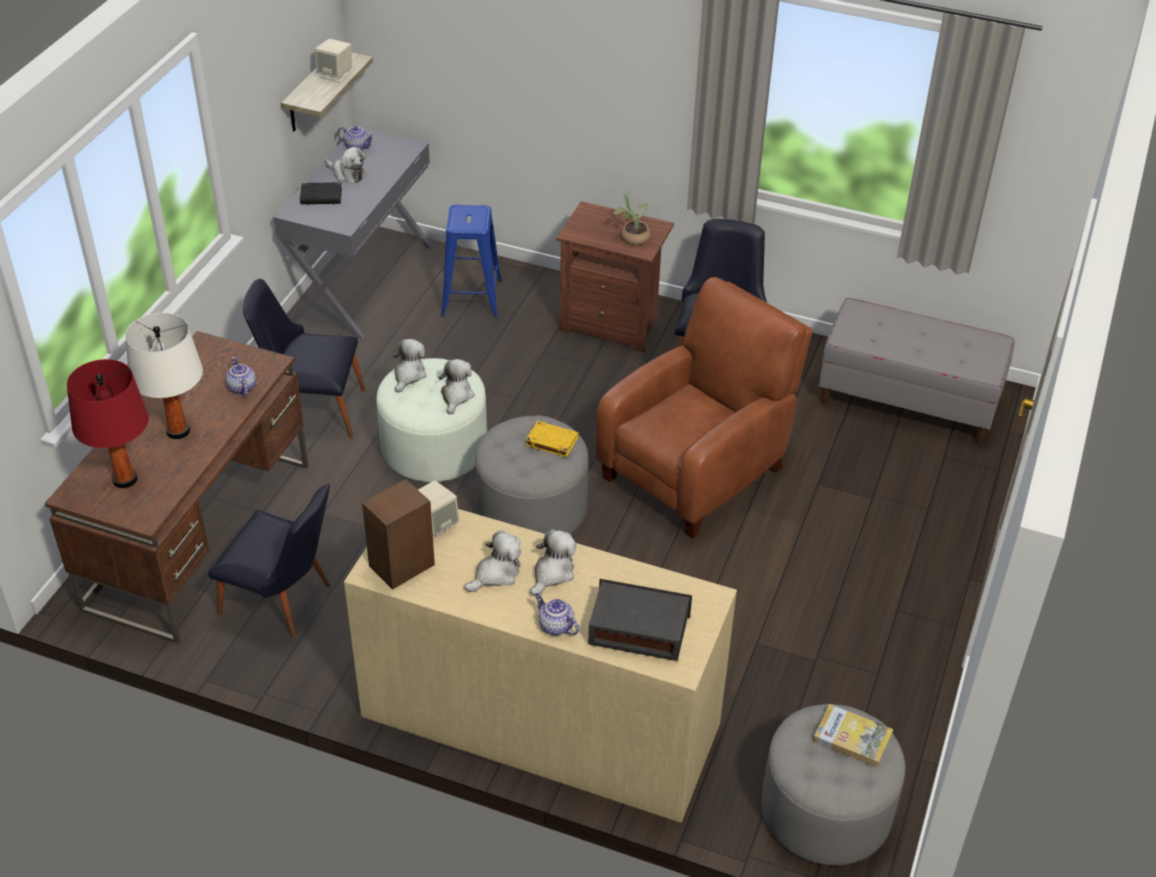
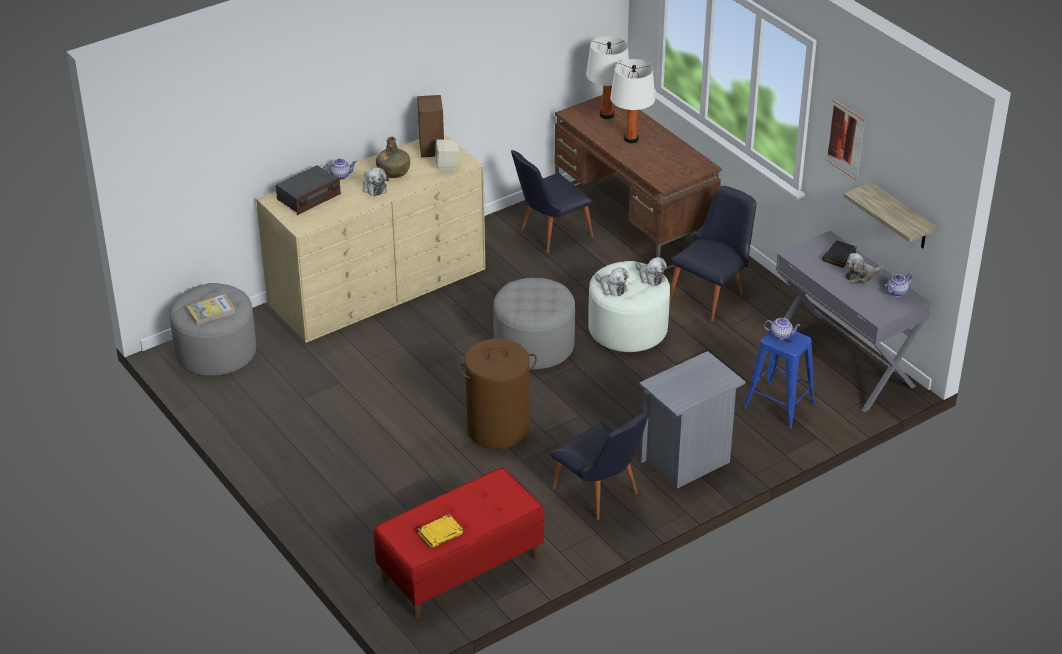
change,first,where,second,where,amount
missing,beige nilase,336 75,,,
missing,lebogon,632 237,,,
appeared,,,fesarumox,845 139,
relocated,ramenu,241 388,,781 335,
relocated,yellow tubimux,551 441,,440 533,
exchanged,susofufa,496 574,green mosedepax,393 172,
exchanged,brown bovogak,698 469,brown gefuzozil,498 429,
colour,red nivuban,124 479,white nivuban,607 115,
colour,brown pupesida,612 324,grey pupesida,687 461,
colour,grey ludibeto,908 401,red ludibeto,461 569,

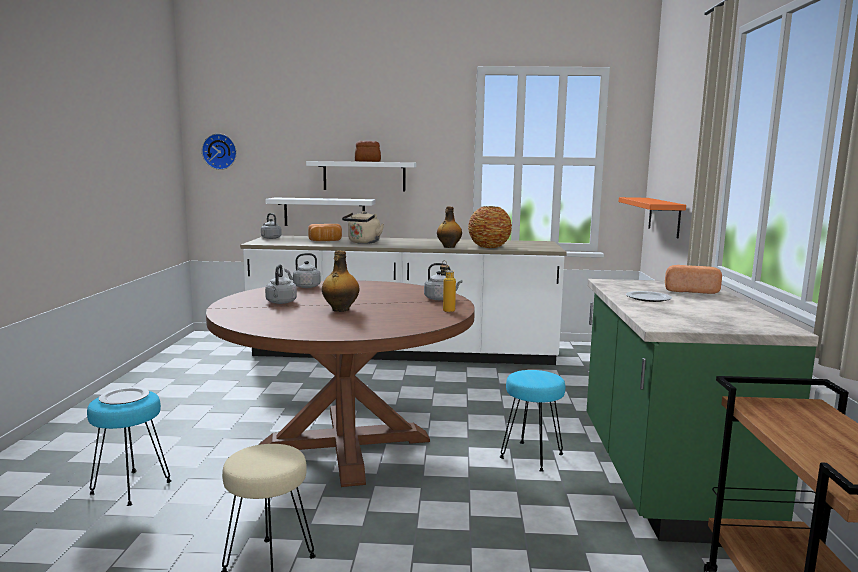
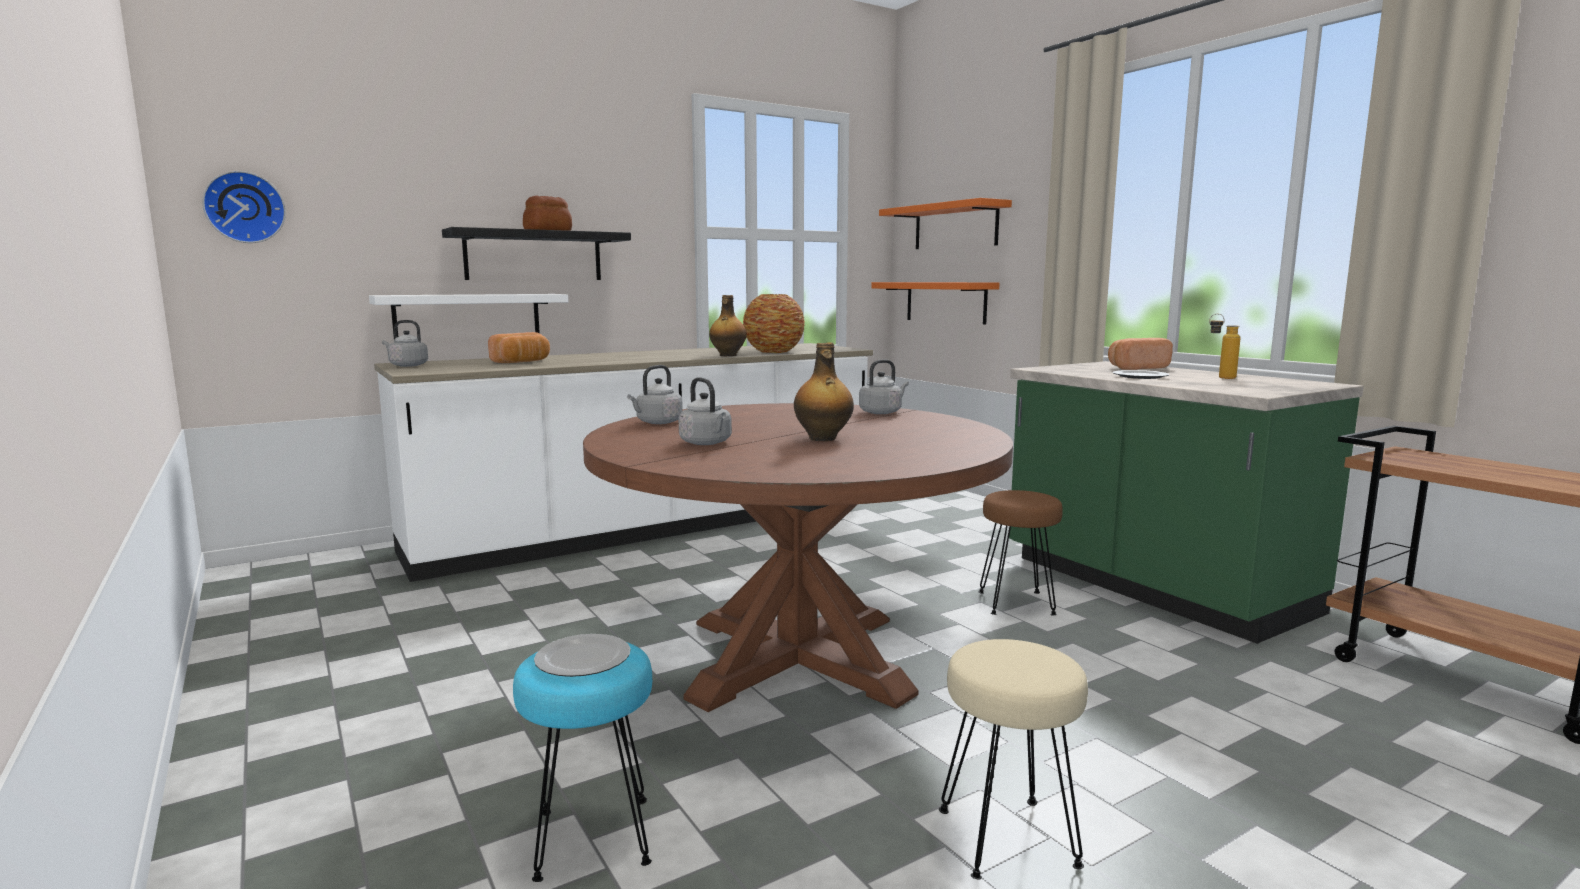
change,first,where,second,where,amount
missing,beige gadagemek,363 242,,,
appeared,,,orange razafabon,955 226,
relocated,mosedepax,446 310,,1219 377,
colour,white razafabon,364 176,black razafabon,534 256,
colour,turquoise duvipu,532 456,brown duvipu,1017 603,

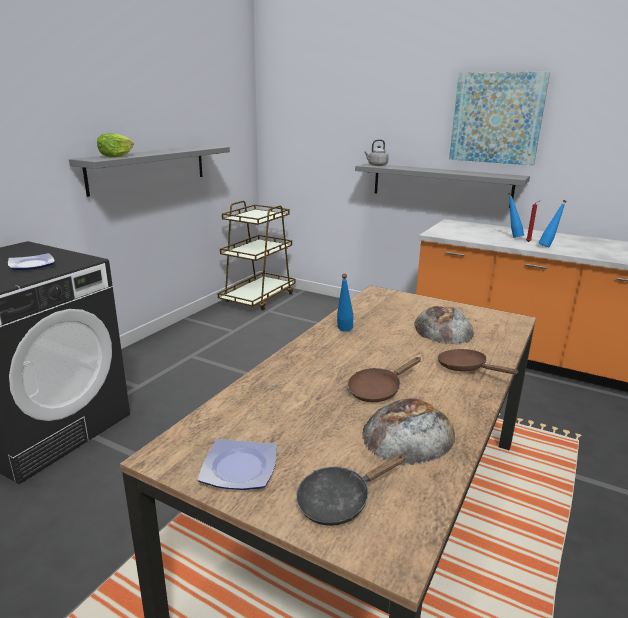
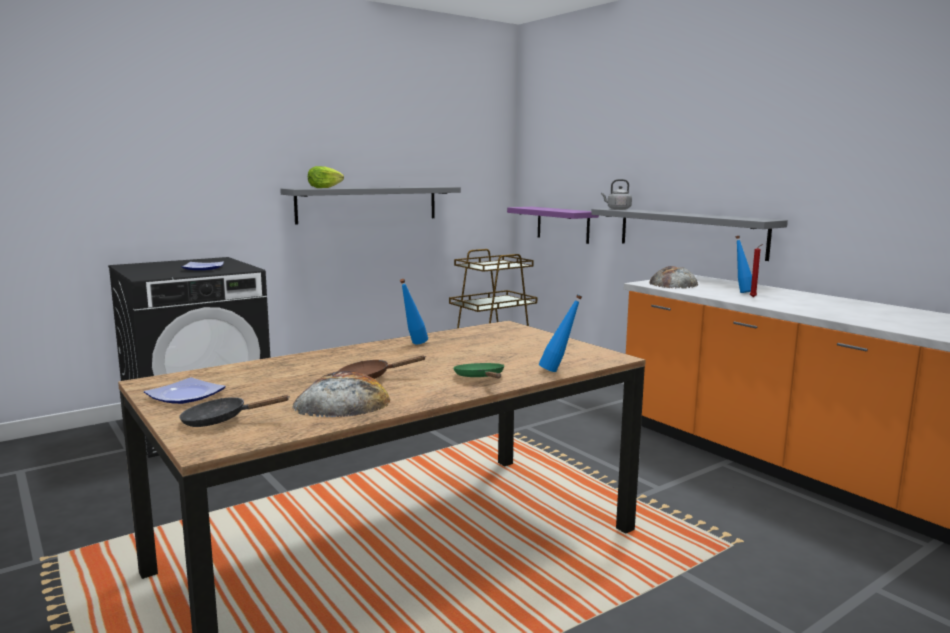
change,first,where,second,where,amount
missing,fesarumox,497 118,,,
appeared,,,purple razafabon,563 224,
relocated,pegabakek,442 329,,673 283,
relocated,blue mosedepax,548 246,,558 371,
colour,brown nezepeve,466 368,green nezepeve,481 378,

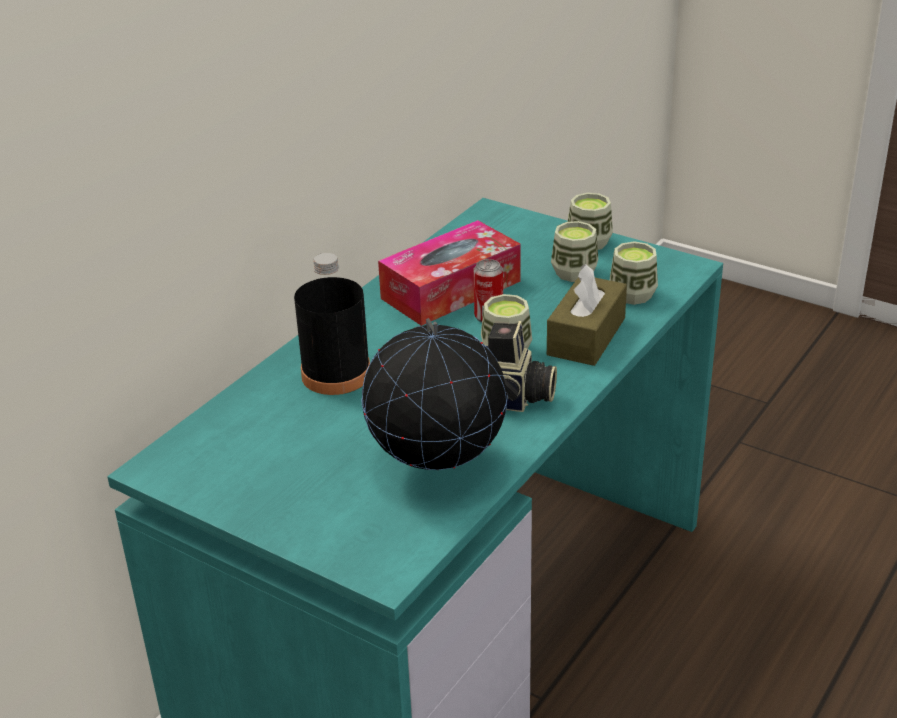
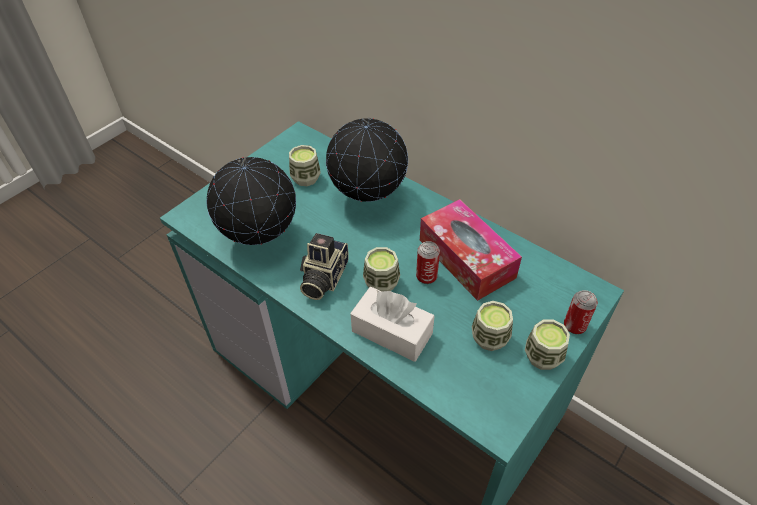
change,first,where,second,where,amount
appeared,,,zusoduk,574 326,
relocated,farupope,632 294,,305 178,
exchanged,black mosedepax,336 374,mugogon,368 198,
colour,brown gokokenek,586 336,white gokokenek,392 332,

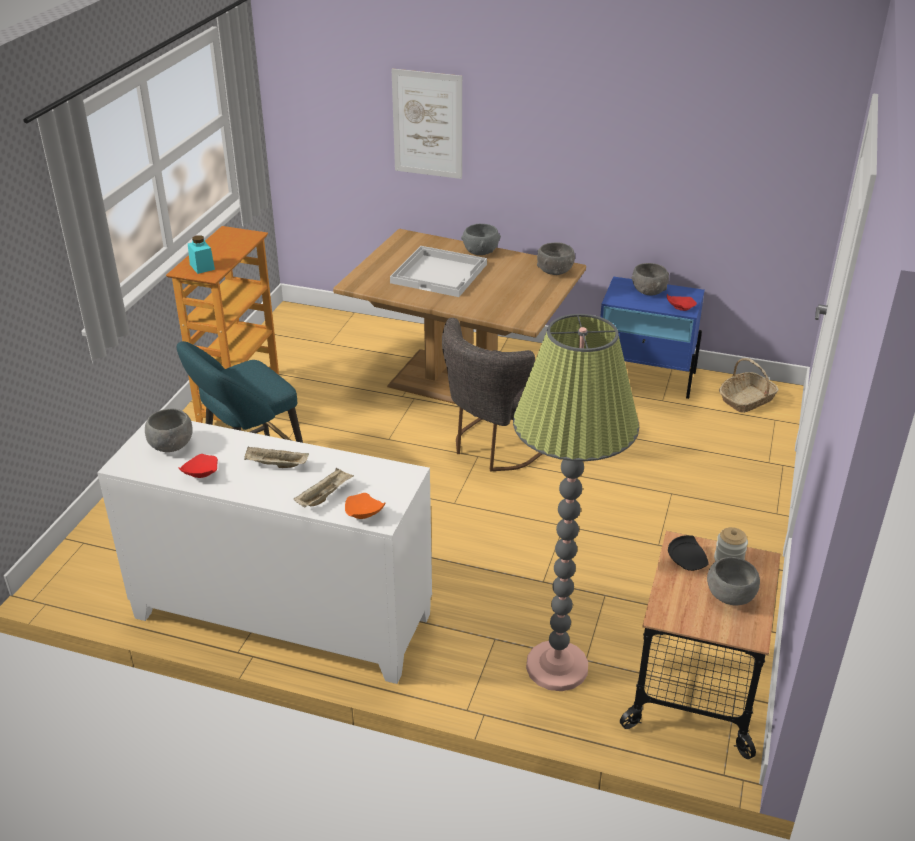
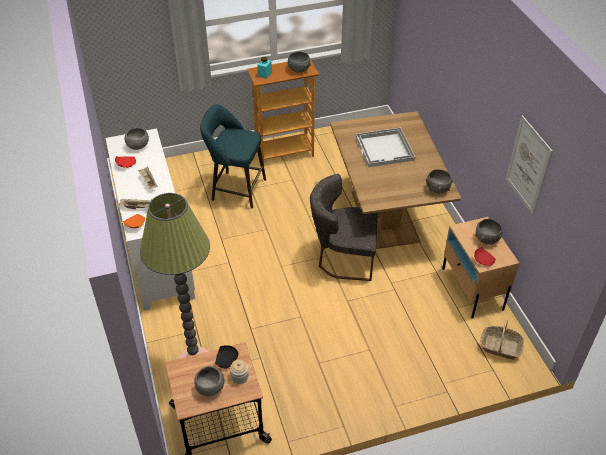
change,first,where,second,where,amount
relocated,fesarumox,427 124,,528 165,
relocated,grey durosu,480 251,,299 69,
colour,blue pupesida,644 377,beige pupesida,472 289,

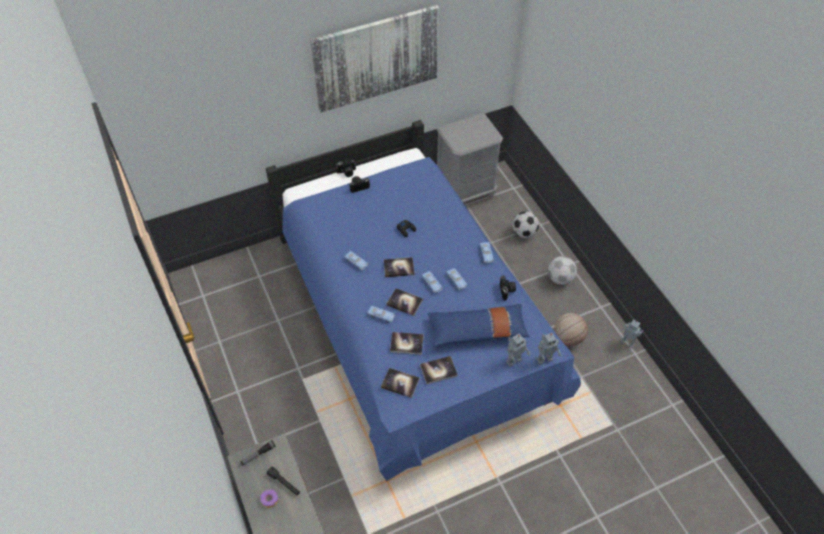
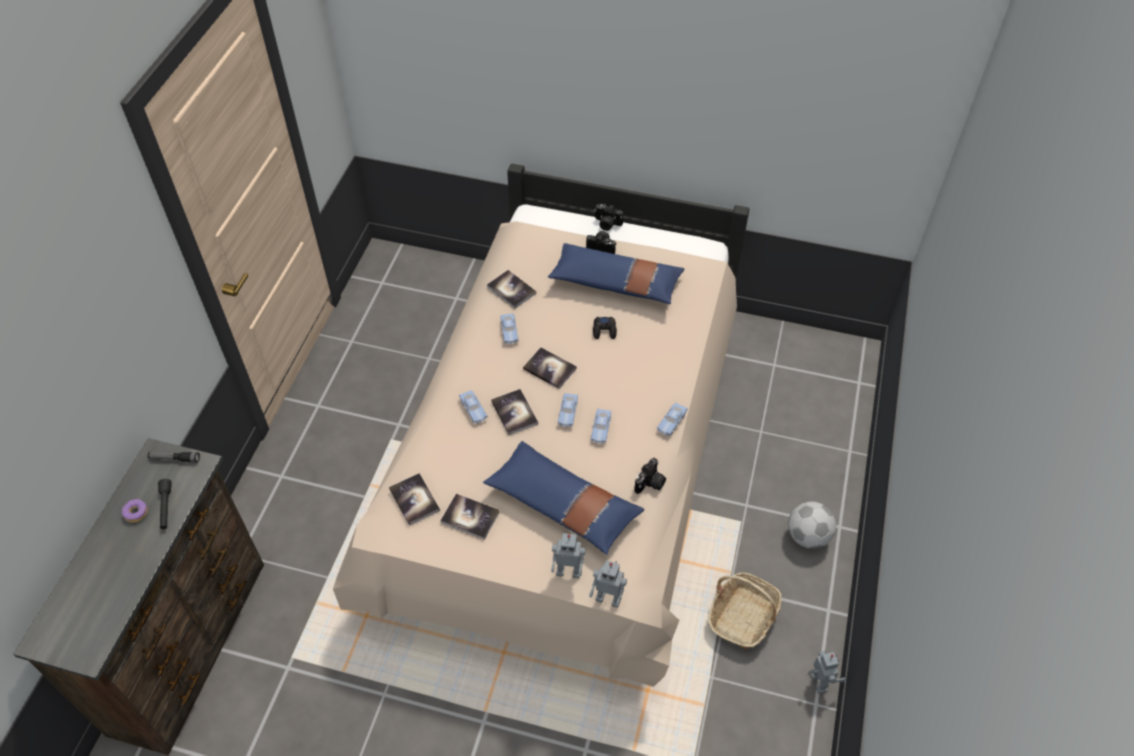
change,first,where,second,where,amount
missing,fesarumox,376 58,,,
missing,grey pupesida,466 192,,,
missing,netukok,524 233,,,
appeared,,,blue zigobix,615 283,
relocated,tubimux,406 343,,511 290,
exchanged,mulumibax,568 338,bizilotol,742 616,
colour,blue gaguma,411 324,beige gaguma,565 461,

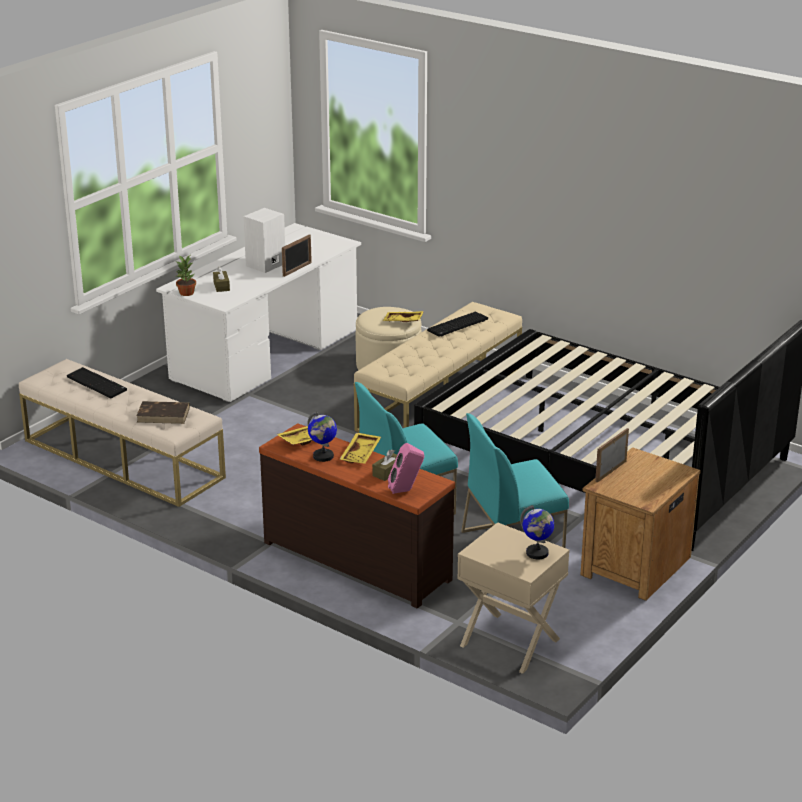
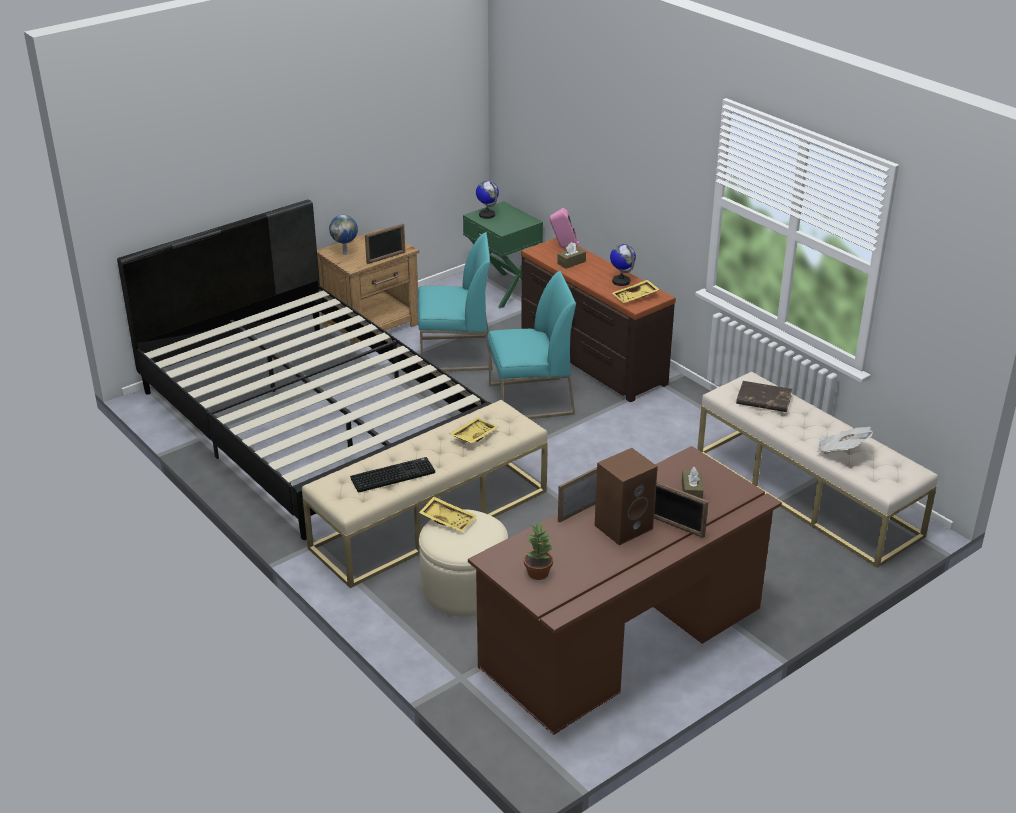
change,first,where,second,where,amount
appeared,,,mugogon,345 253,
appeared,,,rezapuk,676 526,
relocated,lebogon,187 293,,537 572,
relocated,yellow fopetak,361 454,,473 435,
exchanged,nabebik,98 384,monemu,841 451,
colour,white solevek,265 354,brown solevek,623 639,
colour,white nilase,265 265,brown nilase,624 526,
colour,beige pupesida,509 643,green pupesida,503 290,

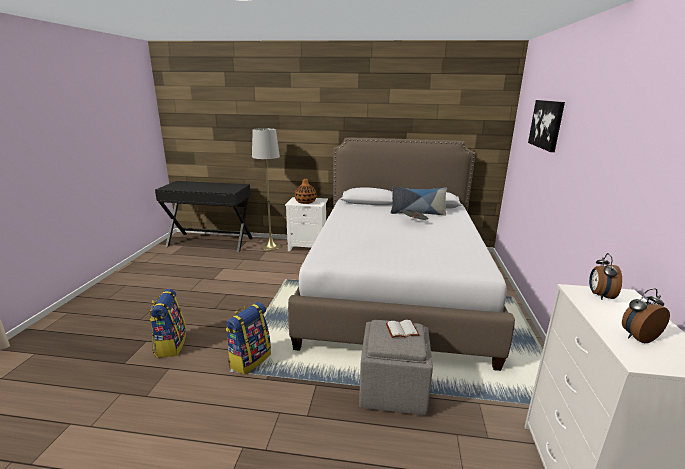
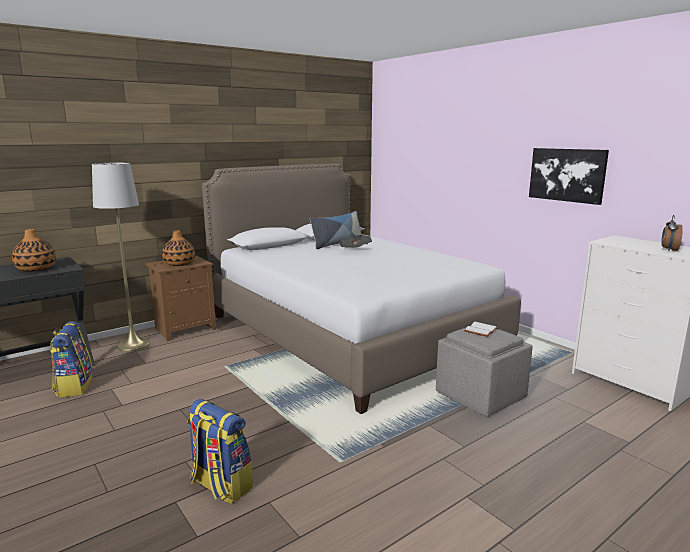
change,first,where,second,where,amount
missing,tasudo,599 295,,,
appeared,,,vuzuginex,36 269,
relocated,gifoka,250 360,,74 386,
relocated,fesarumox,546 124,,567 174,
colour,white pupesida,308 246,brown pupesida,185 328,

